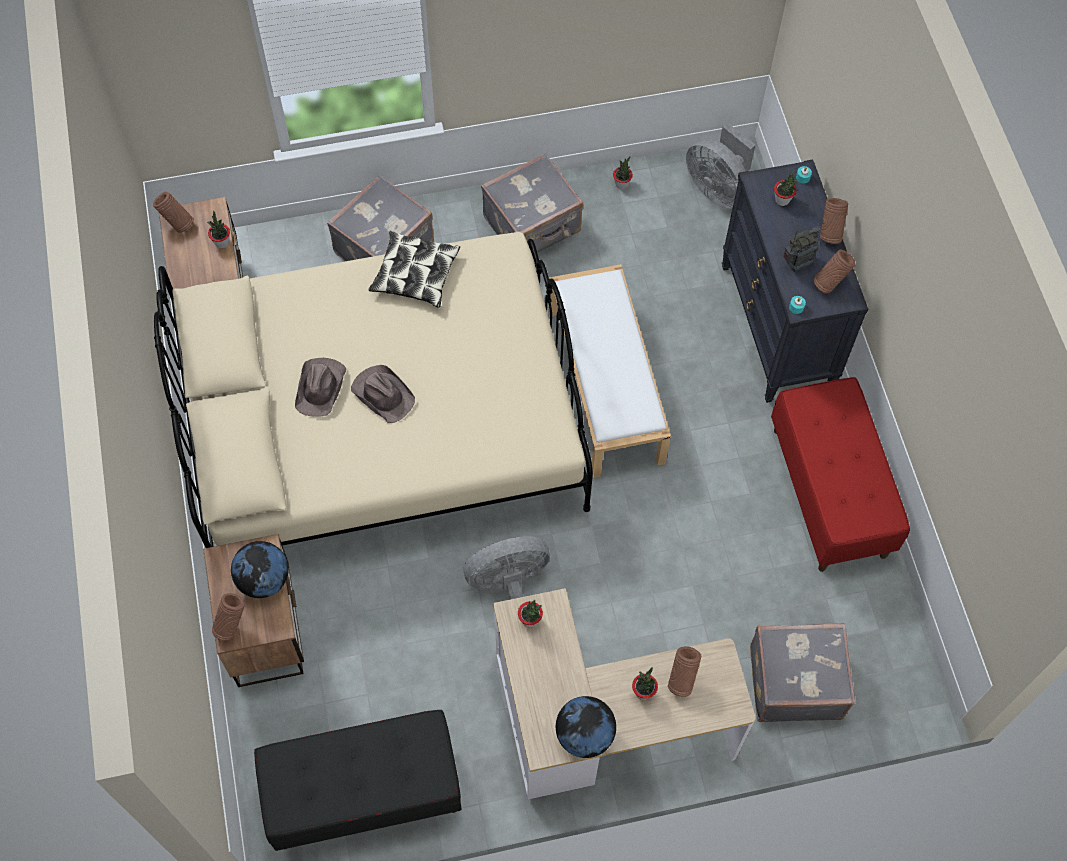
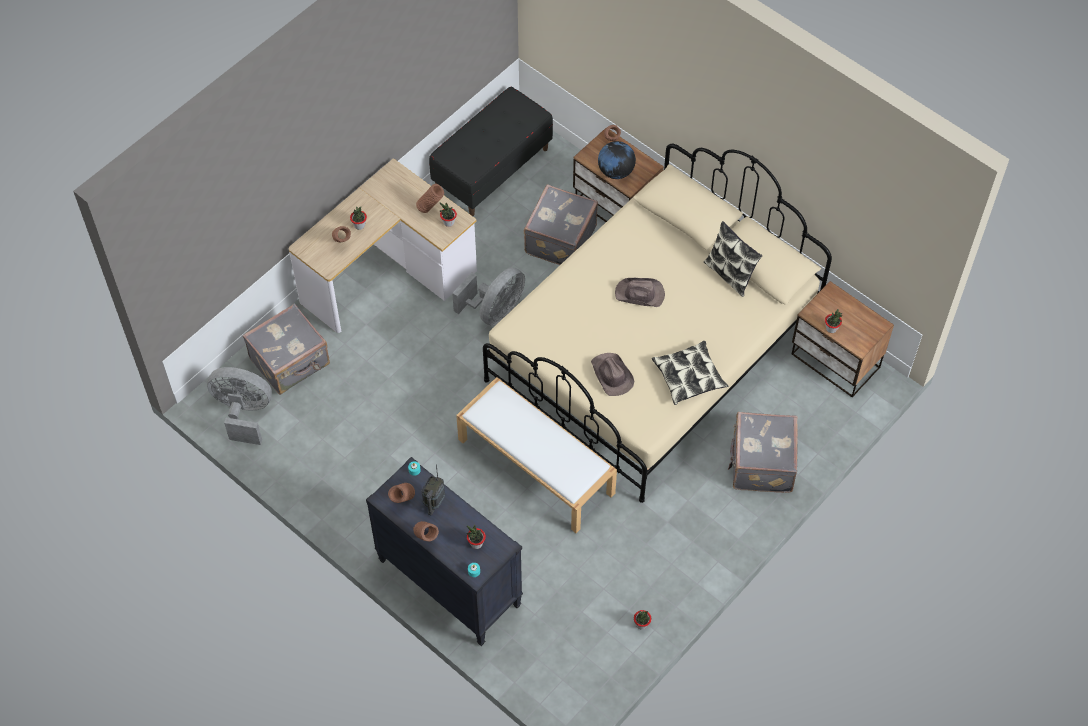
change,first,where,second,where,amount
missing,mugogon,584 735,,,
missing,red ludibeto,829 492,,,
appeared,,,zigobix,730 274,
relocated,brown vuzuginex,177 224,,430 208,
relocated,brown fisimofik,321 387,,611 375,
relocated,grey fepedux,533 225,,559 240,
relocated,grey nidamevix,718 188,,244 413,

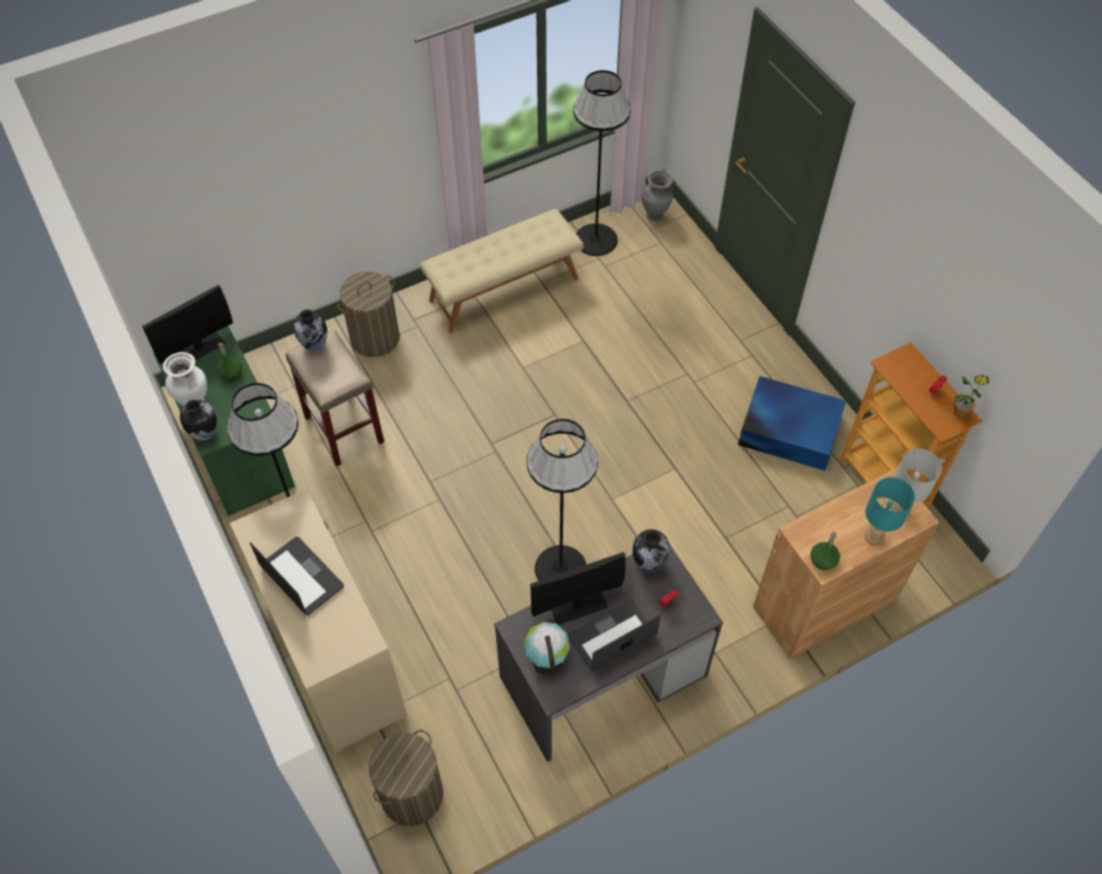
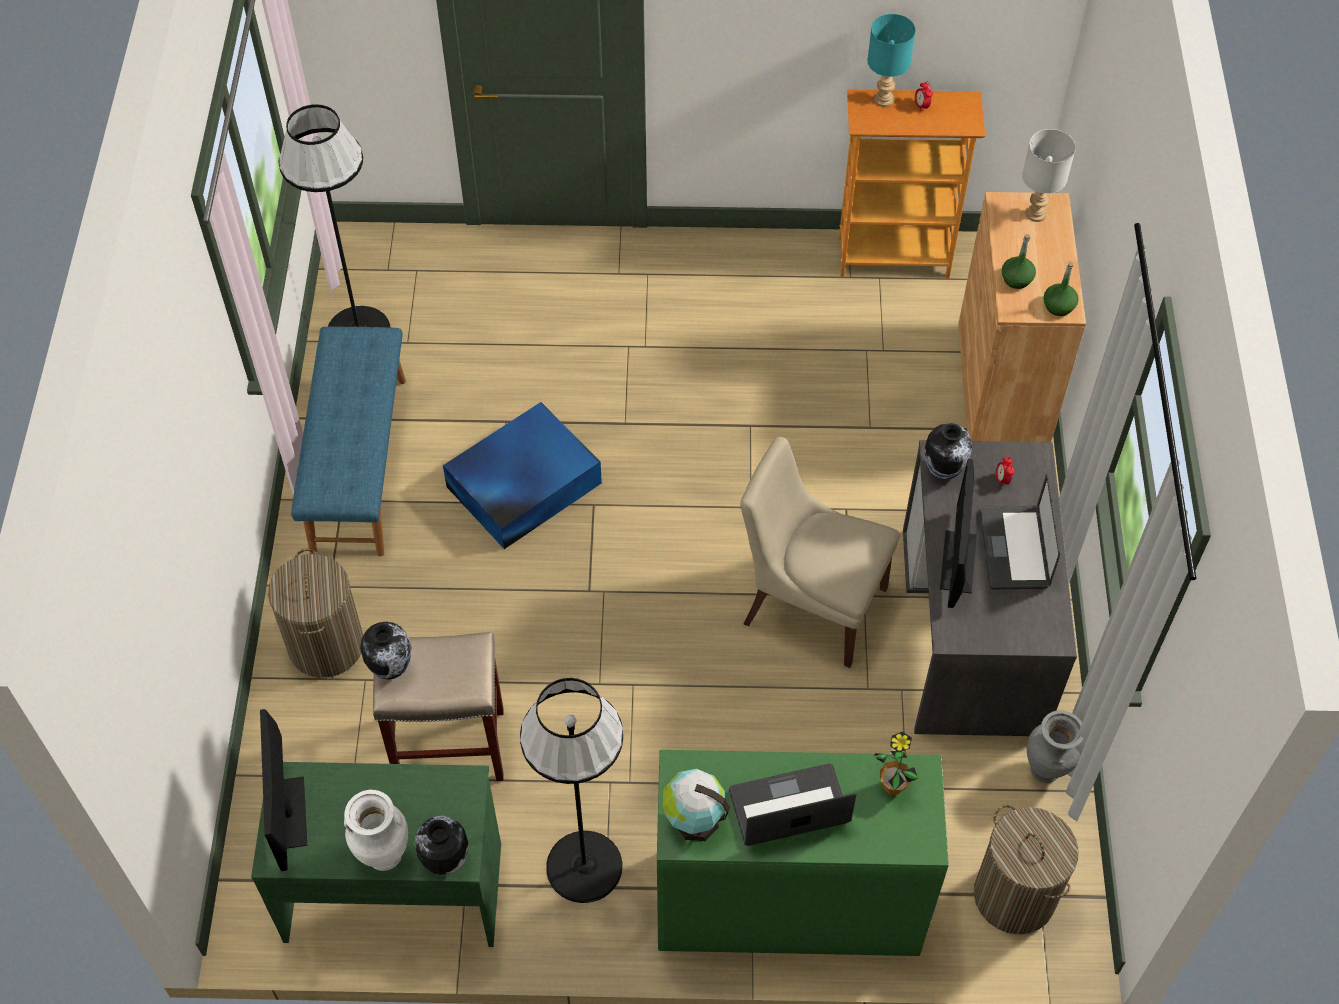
change,first,where,second,where,amount
relocated,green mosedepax,231 373,,1016 279,
relocated,mugogon,546 658,,693 820,
relocated,grey vuzuginex,655 216,,1046 770,
relocated,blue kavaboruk,788 429,,522 485,
relocated,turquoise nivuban,874 536,,883 99,
relocated,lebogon,959 412,,893 786,
exchanged,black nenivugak,561 568,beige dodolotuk,810 603,
colour,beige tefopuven,334 658,green tefopuven,787 904,
colour,beige ludibeto,503 288,blue ludibeto,357 464,

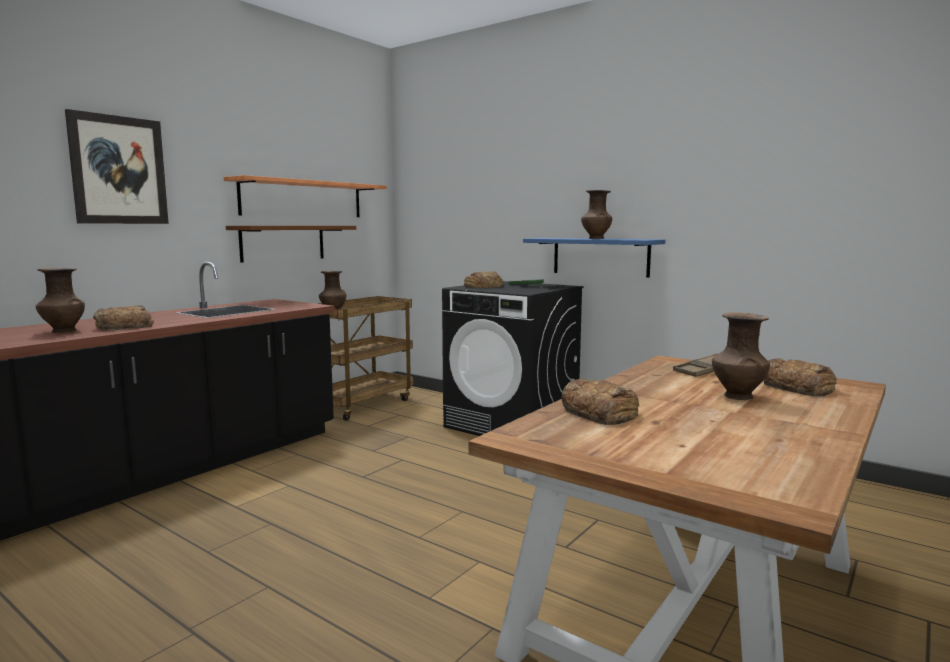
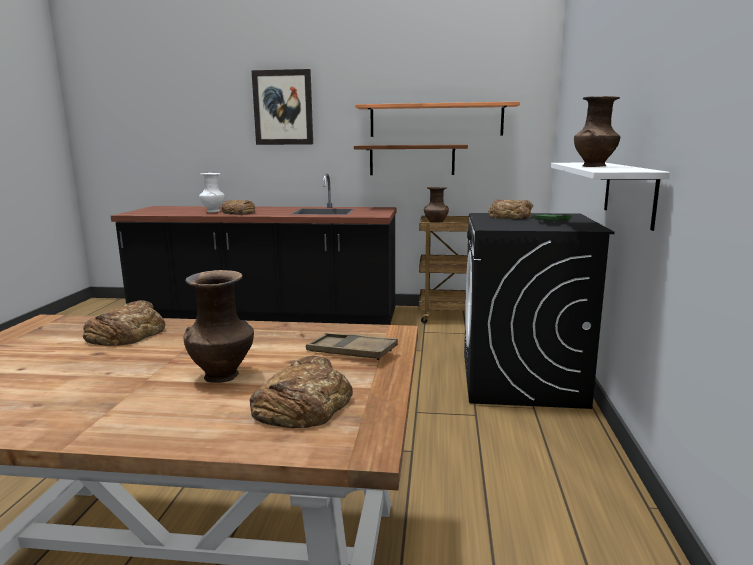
change,first,where,second,where,amount
colour,brown vuzuginex,63 331,white vuzuginex,213 211,
colour,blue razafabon,600 256,white razafabon,629 192,

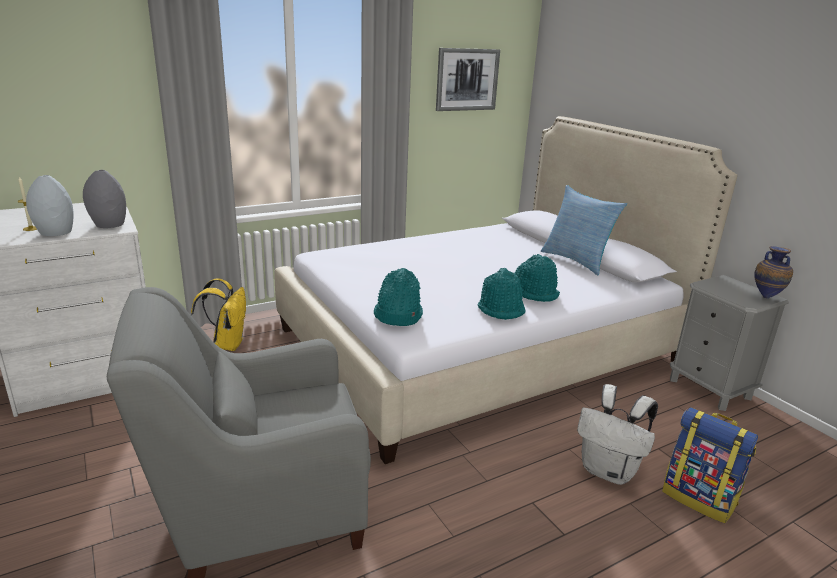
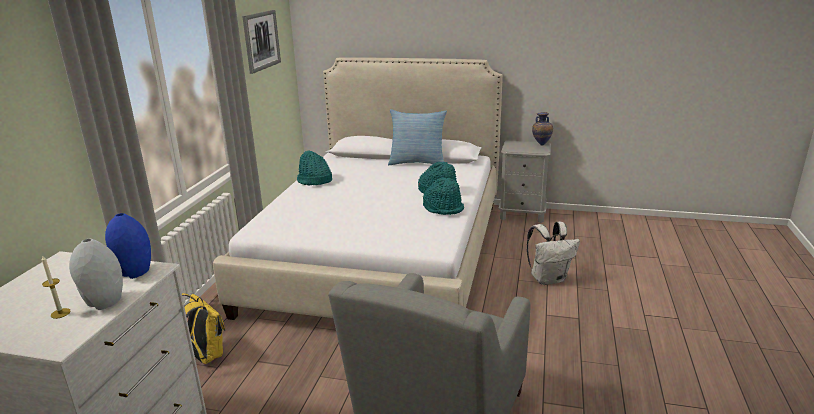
change,first,where,second,where,amount
missing,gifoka,699 498,,,
relocated,turquoise fisimofik,397 315,,314 181,
colour,grey vuzuginex,110 225,blue vuzuginex,134 272,

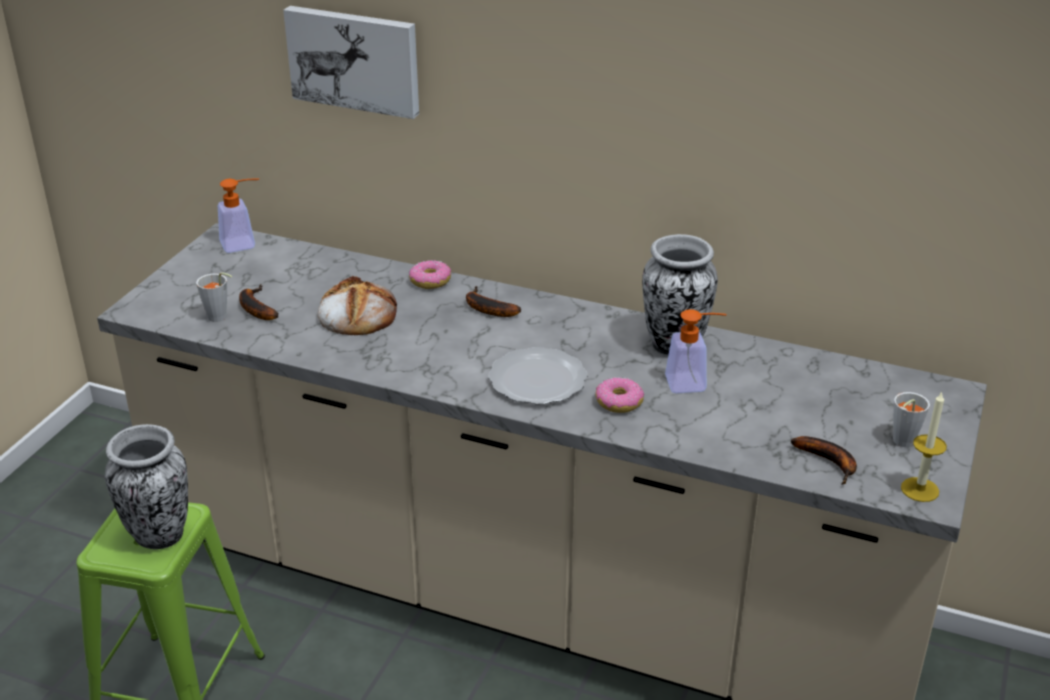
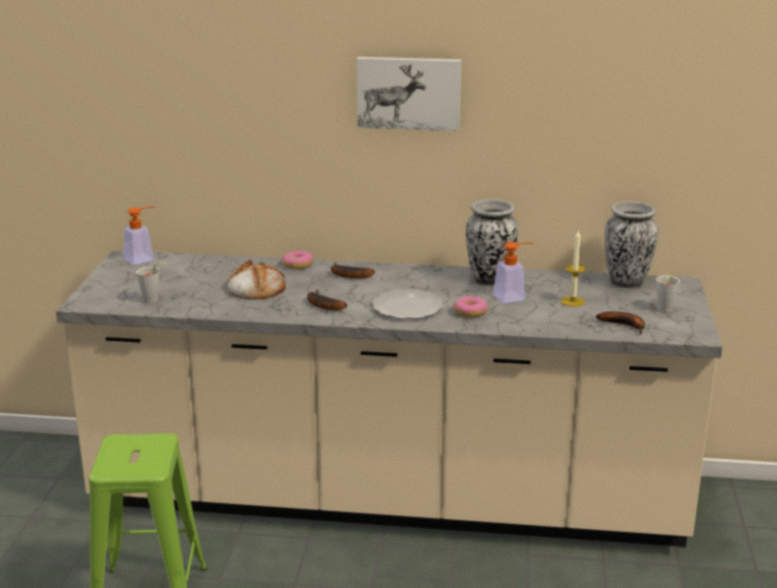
change,first,where,second,where,amount
relocated,vuzuginex,159 535,,626 282,
relocated,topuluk,255 308,,322 305,
relocated,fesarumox,355 59,,409 92,
relocated,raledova,919 489,,573 301,

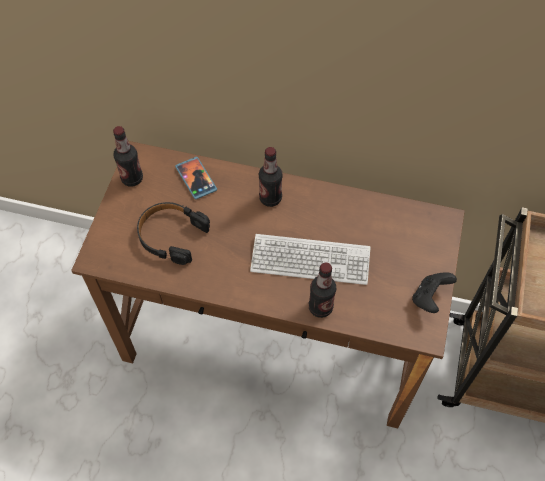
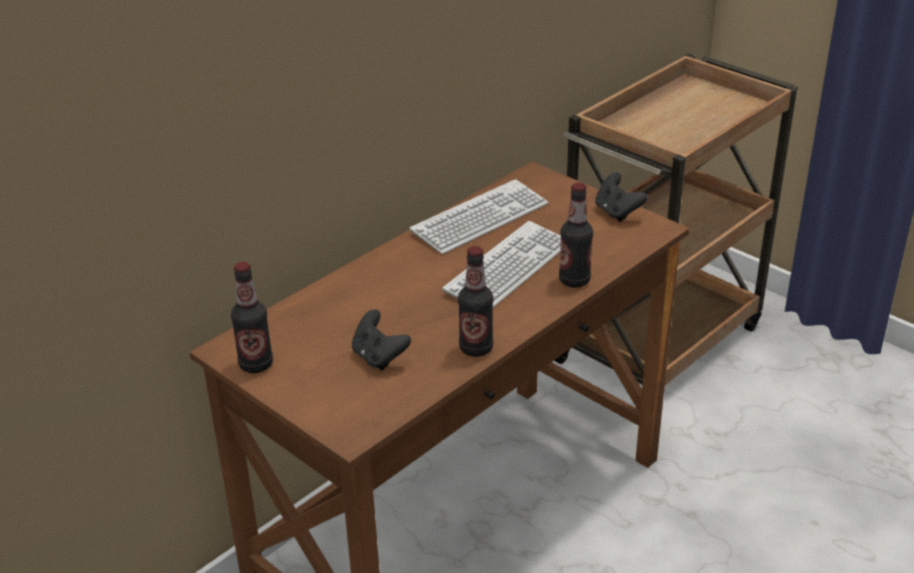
change,first,where,second,where,amount
missing,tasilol,196 179,,,
appeared,,,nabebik,480 219,
relocated,mosedepax,270 198,,476 348,
exchanged,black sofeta,171 235,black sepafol,379 357,

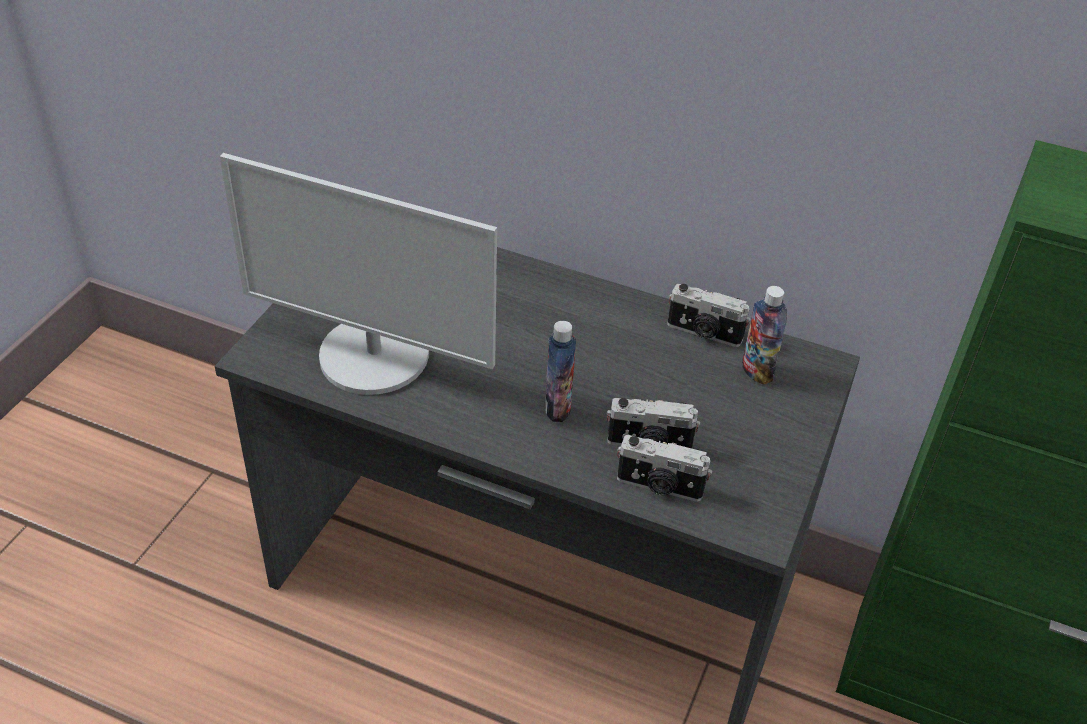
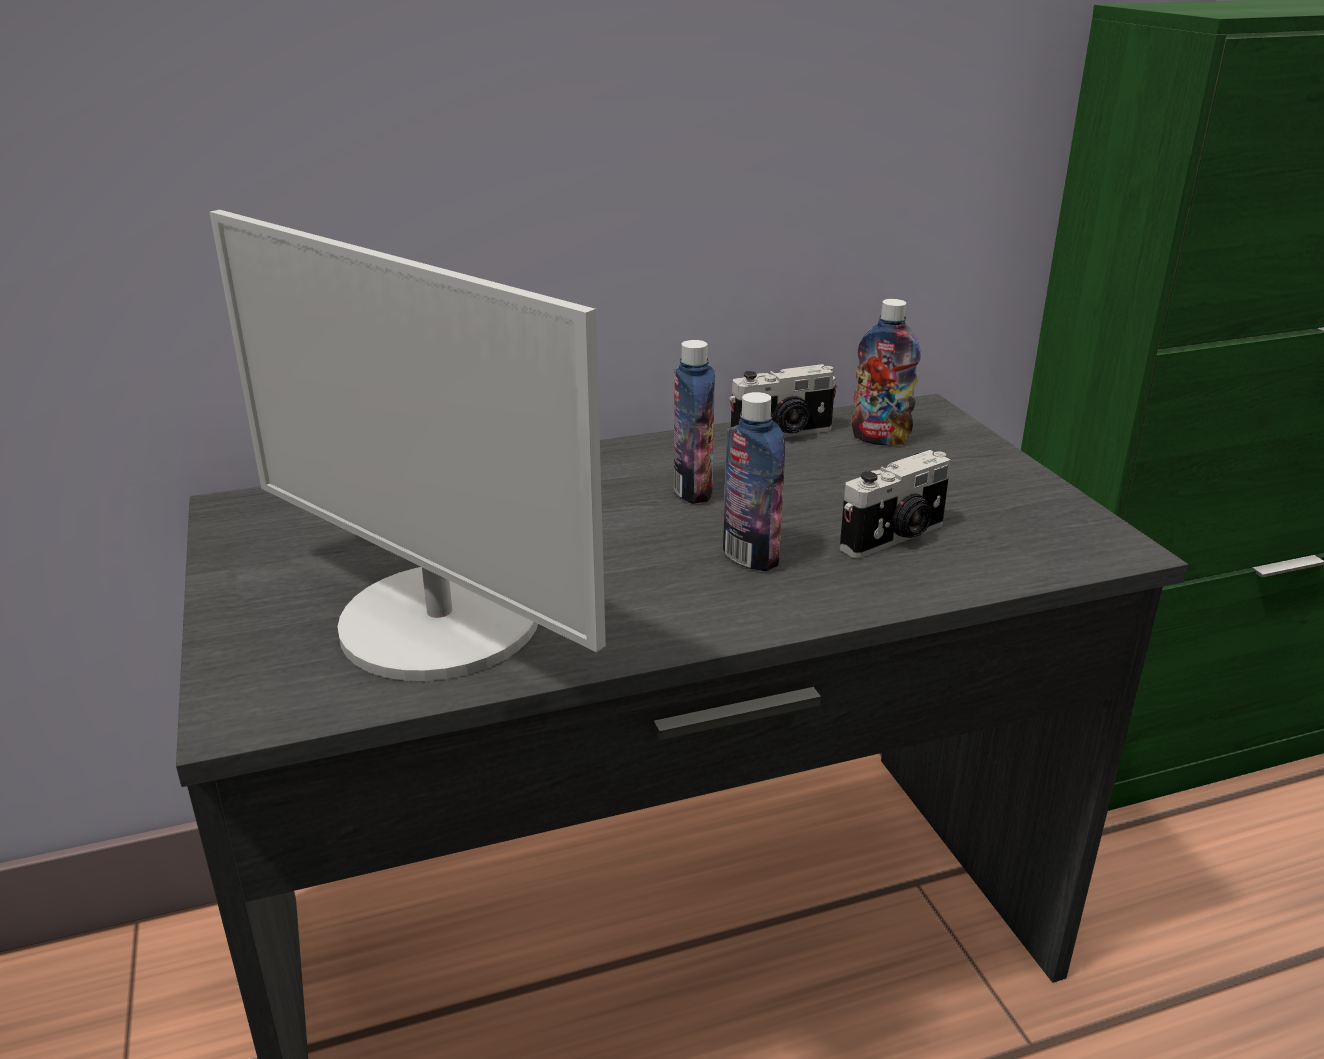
change,first,where,second,where,amount
missing,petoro,659 487,,,
appeared,,,mosedepax,692 491,
spun,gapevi,374 357,,439 624,60 degrees clockwise

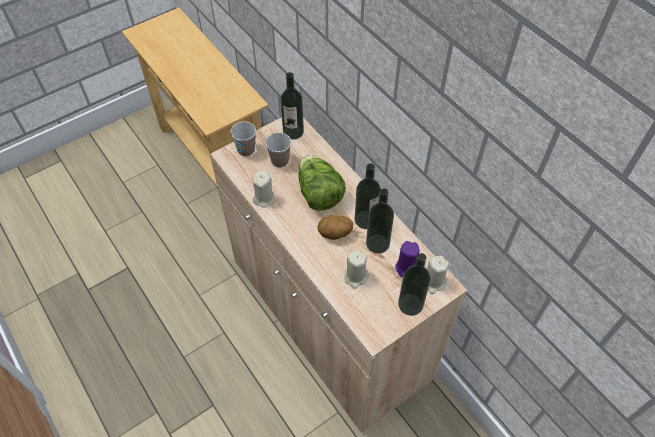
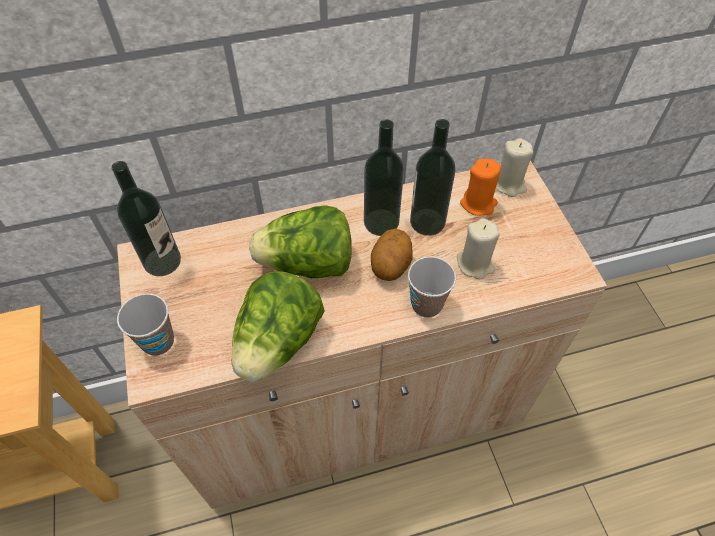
change,first,where,second,where,amount
missing,mosedepax,410 304,,,
relocated,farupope,280 161,,426 304,
exchanged,beige raledova,264 198,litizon,278 343,
colour,purple raledova,406 268,orange raledova,478 204,

